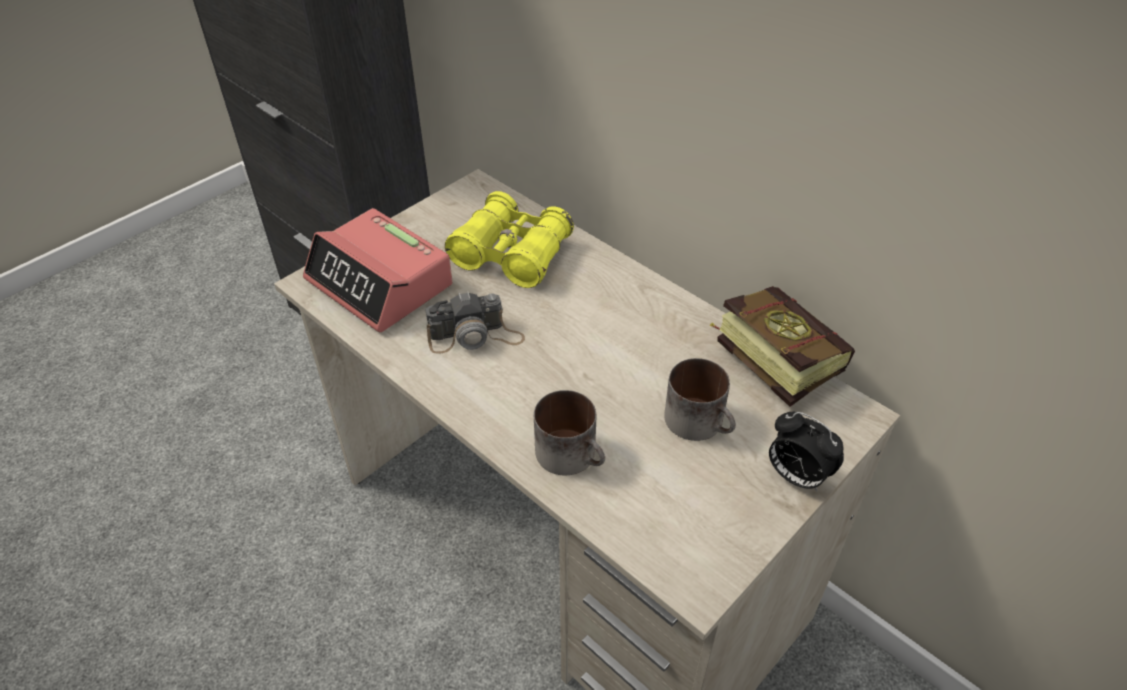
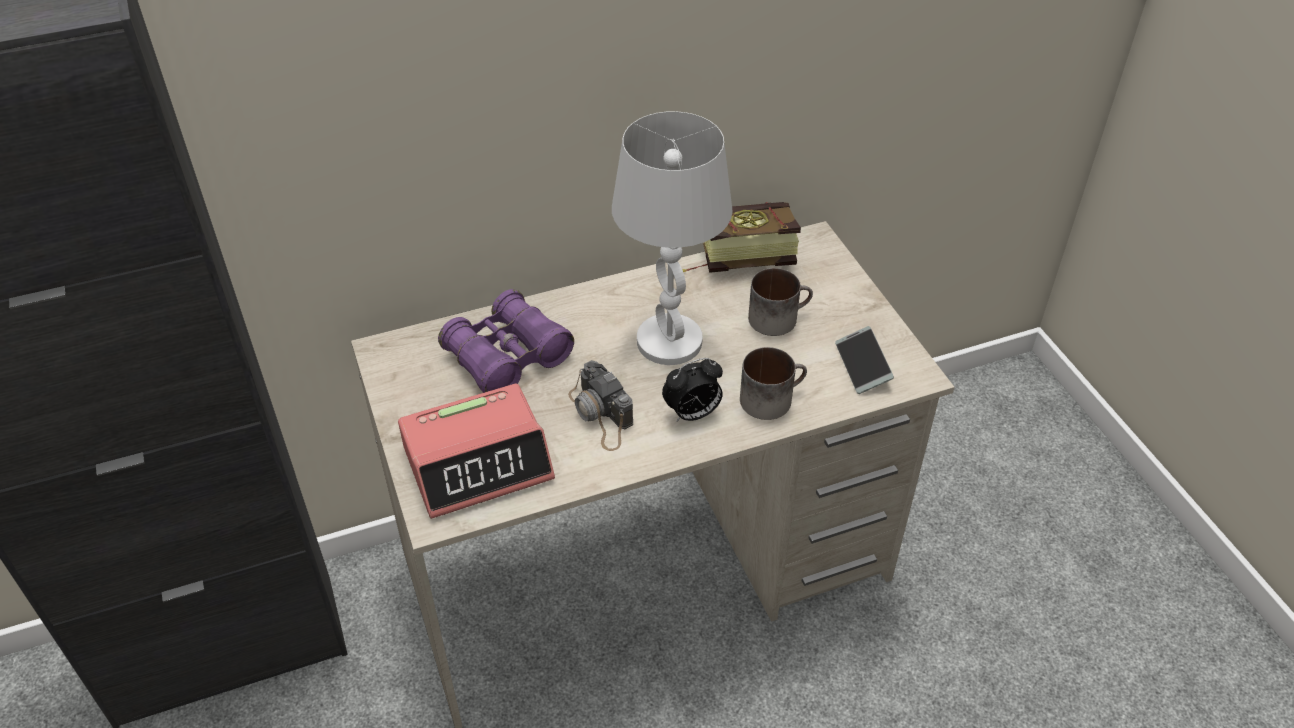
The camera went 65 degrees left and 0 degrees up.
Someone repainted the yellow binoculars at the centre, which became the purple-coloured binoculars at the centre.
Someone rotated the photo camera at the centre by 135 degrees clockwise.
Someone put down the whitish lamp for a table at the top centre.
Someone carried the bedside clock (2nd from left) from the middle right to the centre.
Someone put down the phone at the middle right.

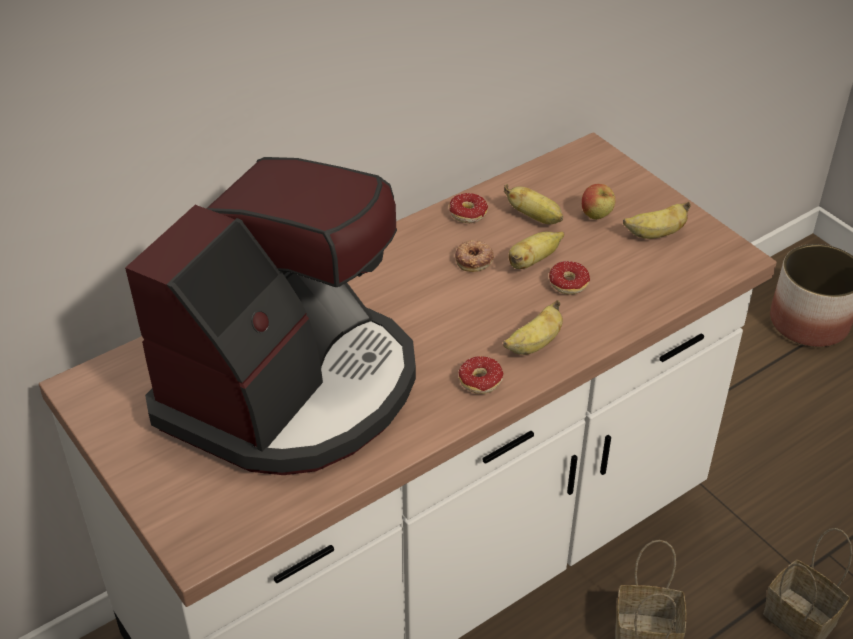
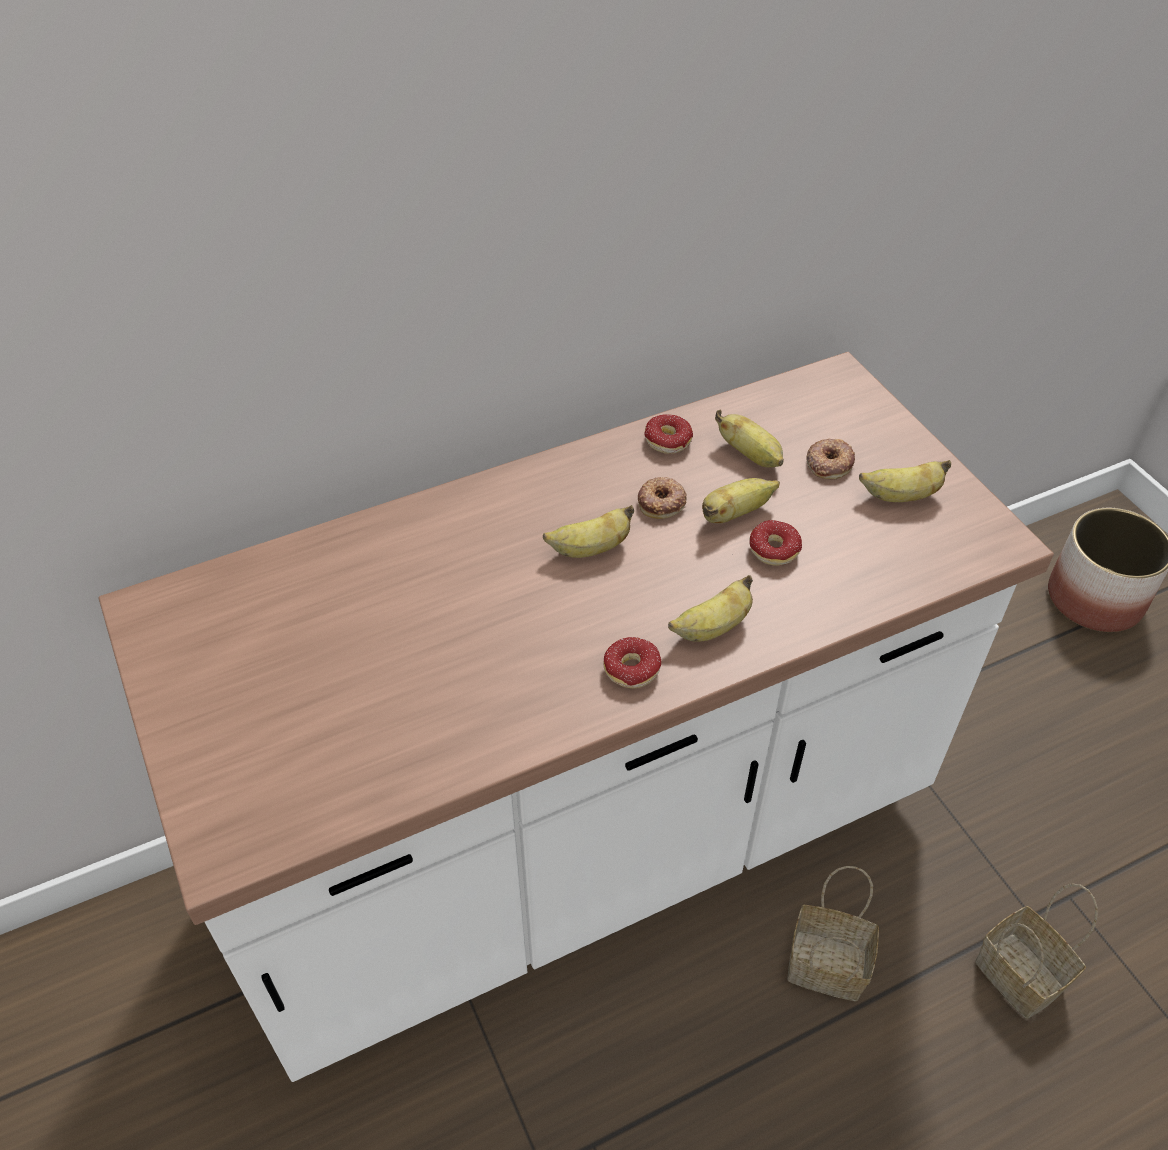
The camera went 10 degrees right and 5 degrees up.
Someone put down the whole banana (1st from left) at the centre.
Someone swapped the whole apple at the top right for the doughnut (5th from left) at the middle right.
Someone took away the coffee machine at the middle left.

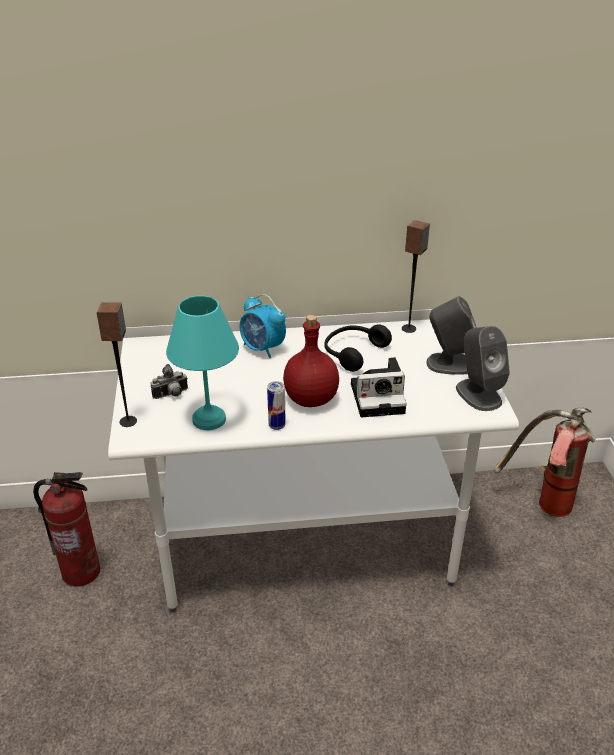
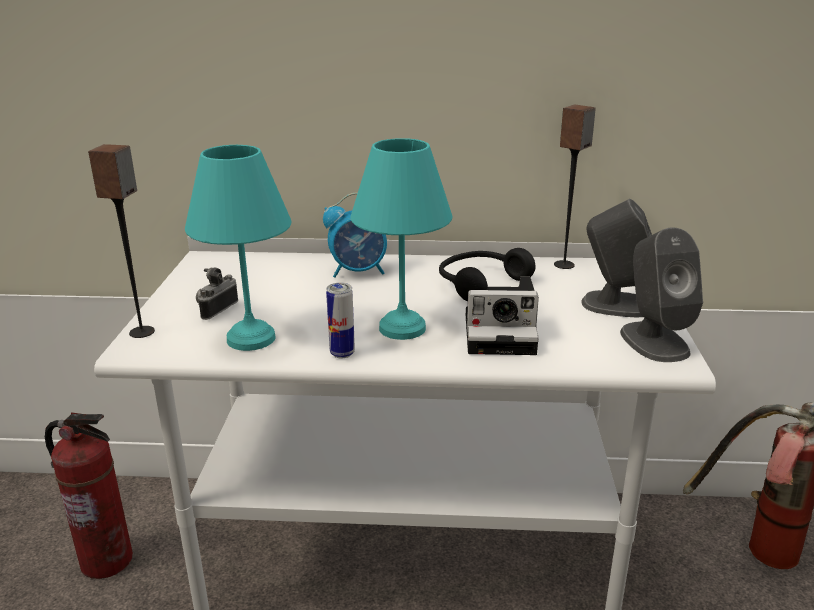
The camera went 10 degrees right and 10 degrees down.
Someone rotated the photo camera (1st from left) at the middle left by 135 degrees clockwise.
Someone rotated the bedside clock at the centre by 60 degrees counterclockwise.
Someone swapped the reddish beverage bottle at the centre for the turquoise lamp for a table (2nd from left) at the centre.

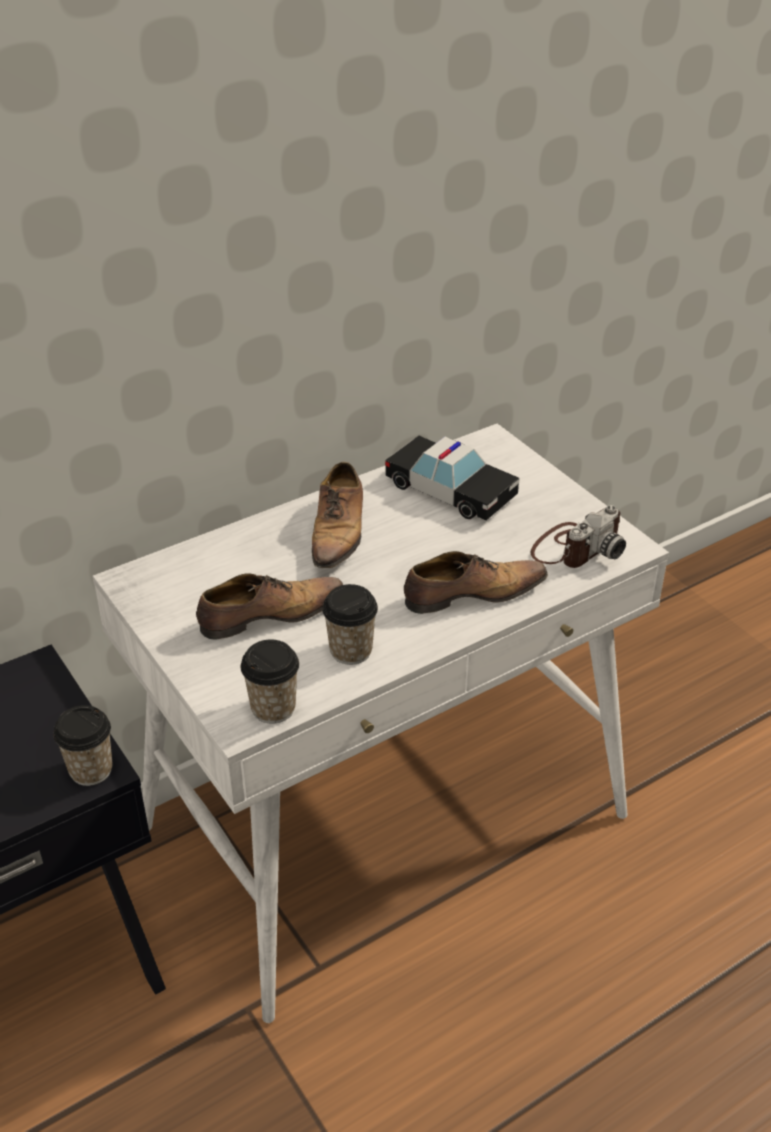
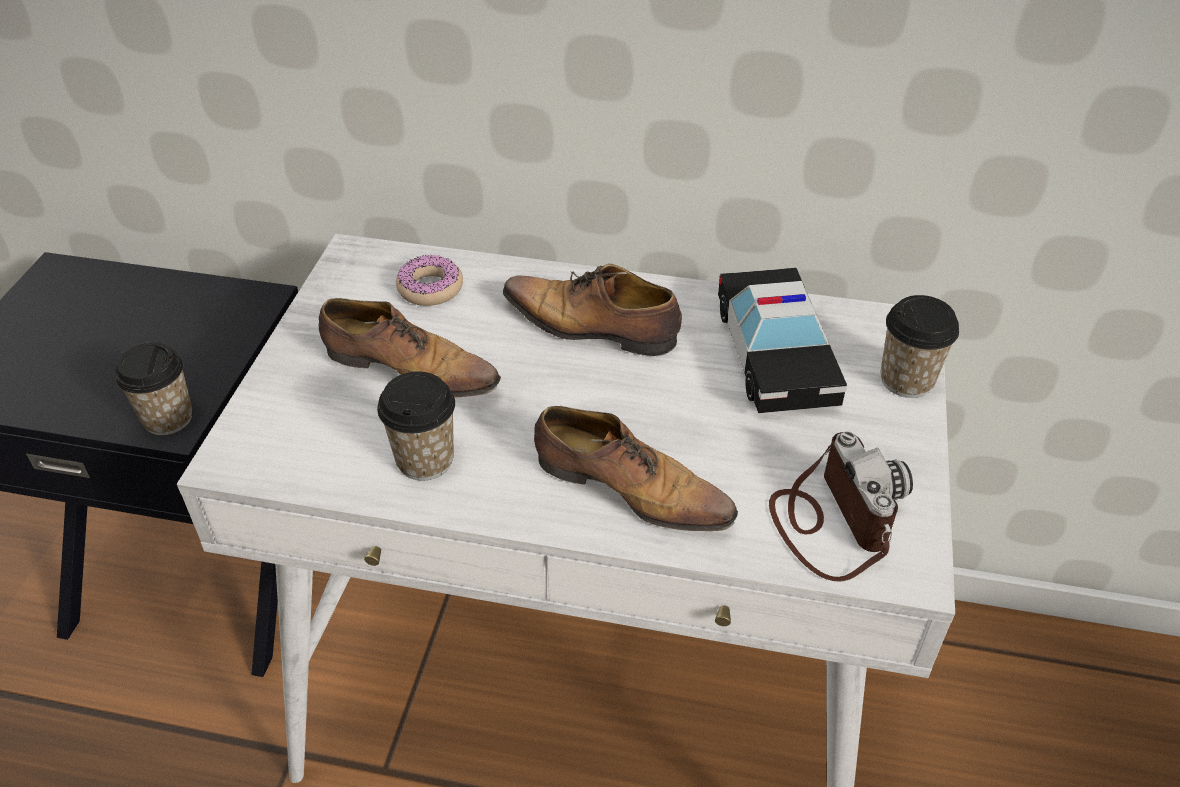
The camera went 45 degrees right and 5 degrees up.
Someone put down the doughnut at the centre.
Someone rotated the shoe (2nd from left) at the centre by 60 degrees clockwise.
Someone rotated the photo camera at the middle right by 105 degrees counterclockwise.
Someone carried the drinking cup (2nd from left in the first image) from the centre to the middle right.

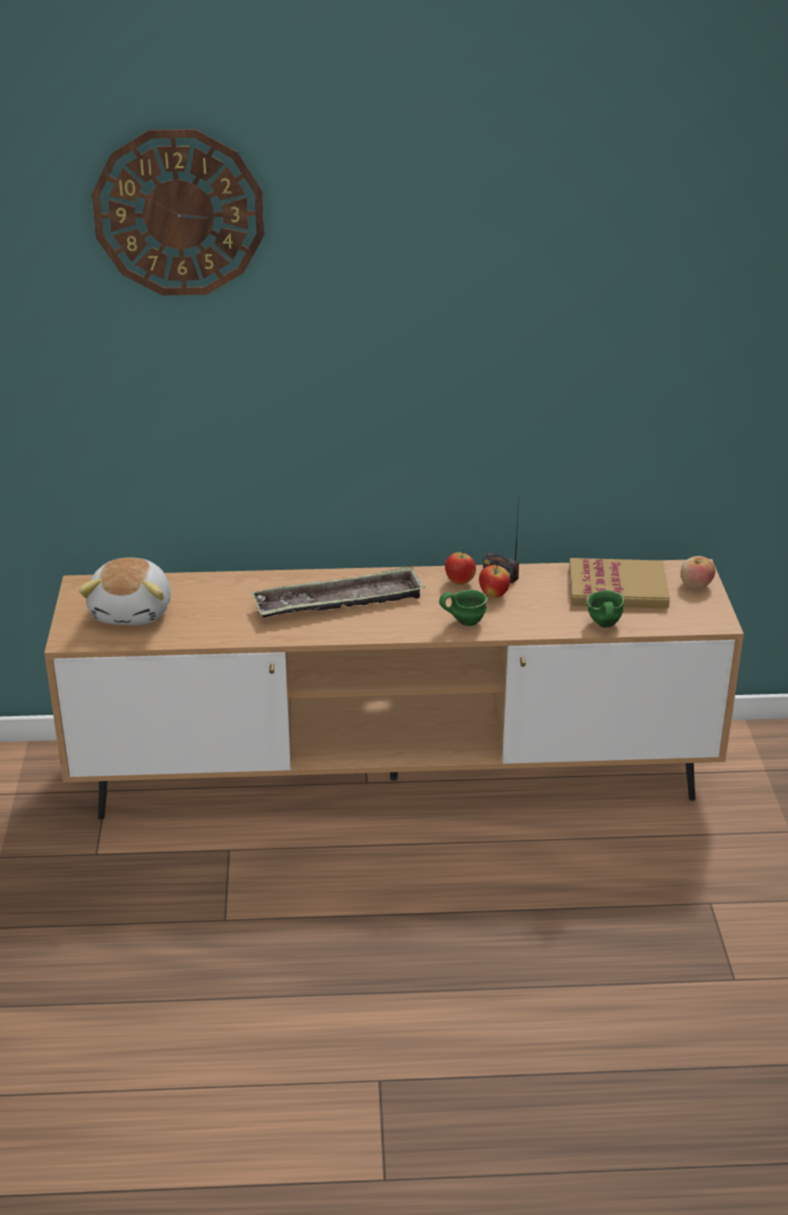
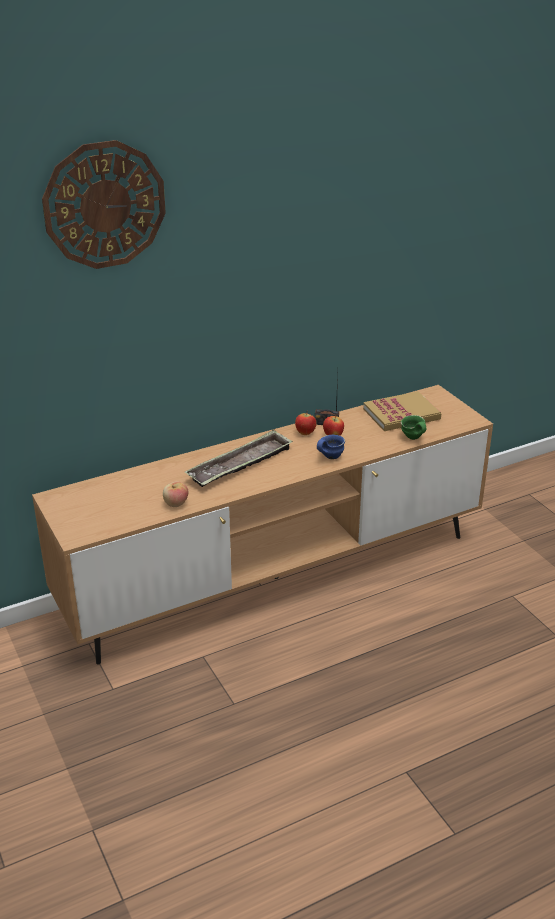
The camera went 25 degrees left and 0 degrees up.
Someone carried the whole apple (3rd from left in the first image) from the middle right to the middle left.
Someone repainted the green coffee mug (1st from left) at the centre, which became the blue-coloured coffee mug at the centre.
Someone took away the cuddly toy at the middle left.

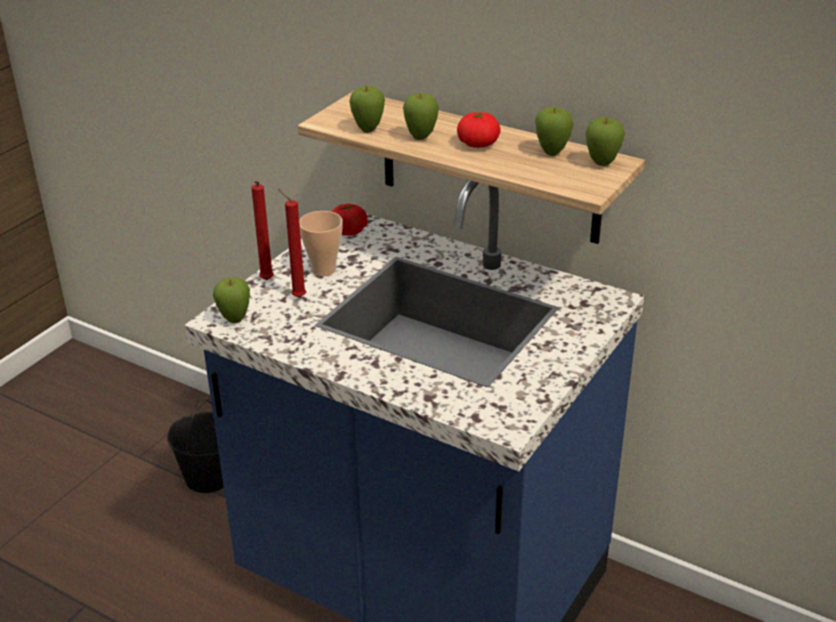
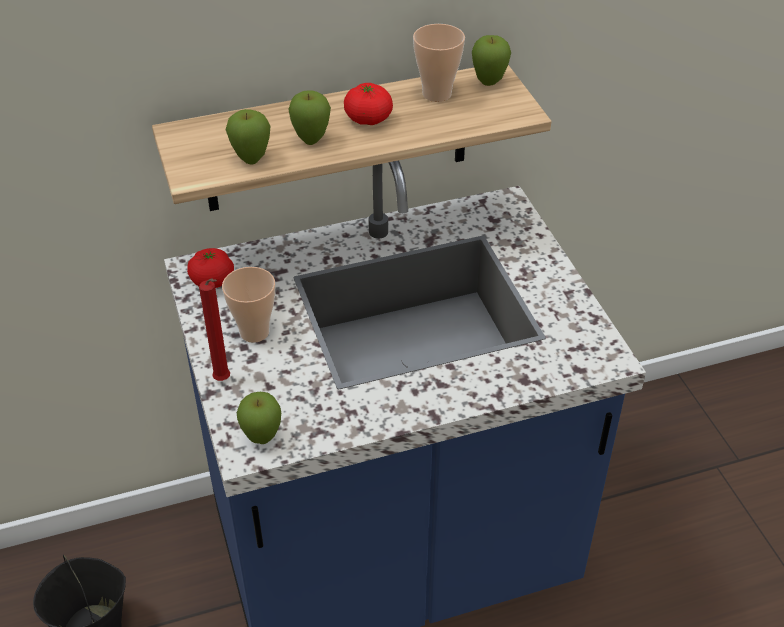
The camera went 50 degrees left and 10 degrees up.
Someone swapped the whole apple (4th from left) at the top centre for the drinking cup (2nd from left) at the top centre.
Someone took away the reddish wax candle (2nd from left) at the centre.

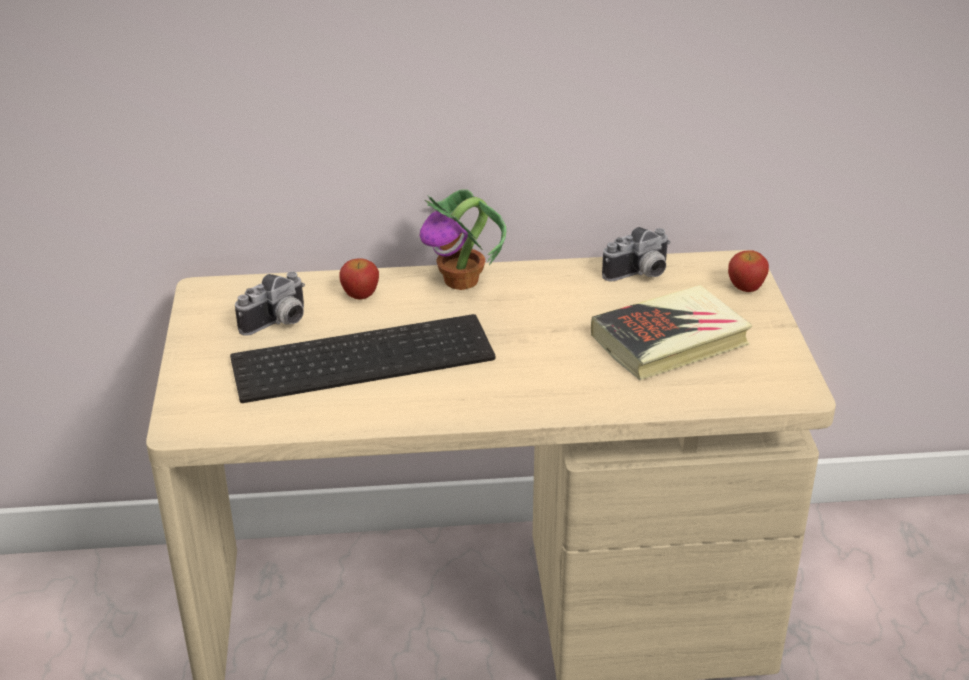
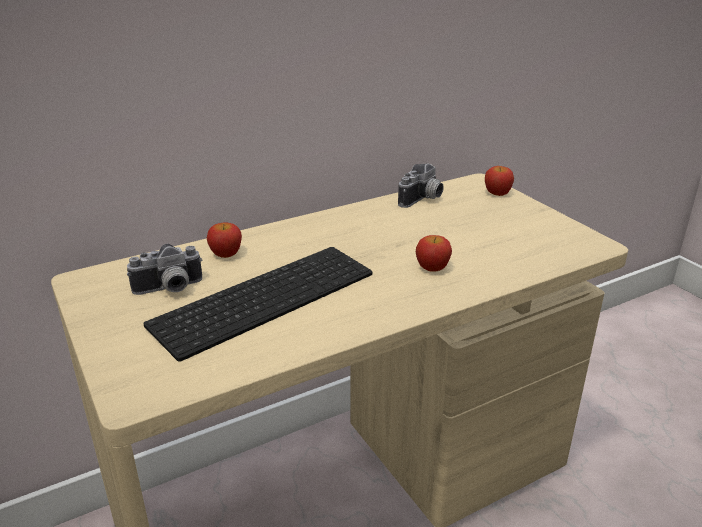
The camera went 25 degrees left and 5 degrees down.
Someone rotated the photo camera (1st from left) at the middle left by 45 degrees clockwise.
Someone put down the whole apple (2nd from left) at the centre.
Someone took away the potted plant at the centre.
Someone took away the volume at the middle right.

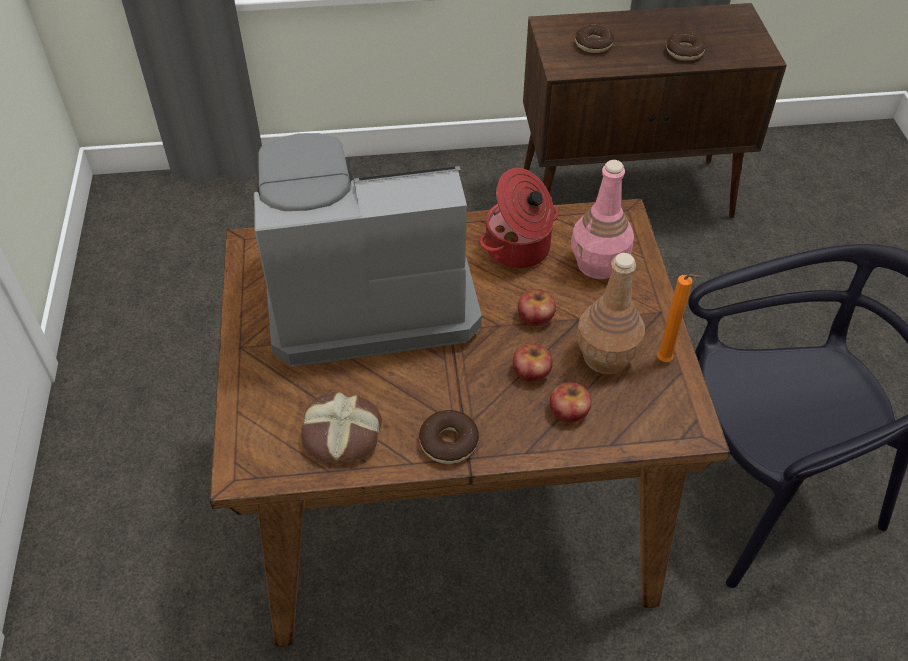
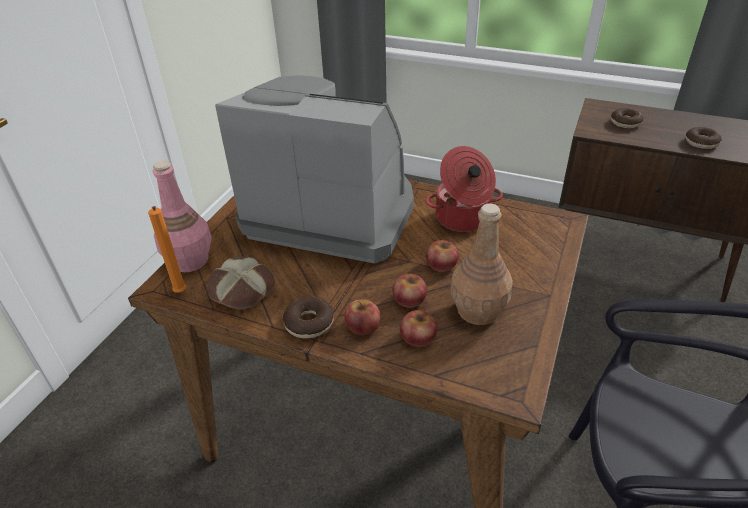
The camera went 30 degrees right and 10 degrees down.
Someone carried the orange-coloured wax candle from the middle right to the middle left.
Someone carried the pinkish beverage bottle from the top centre to the middle left.
Someone put down the whole apple (1st from left) at the centre.

